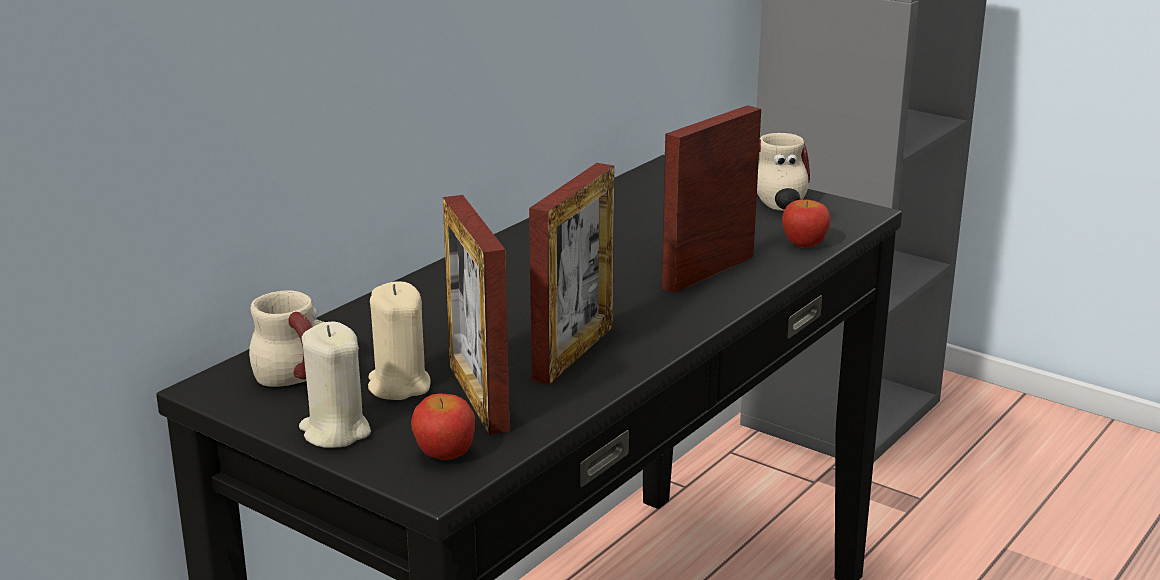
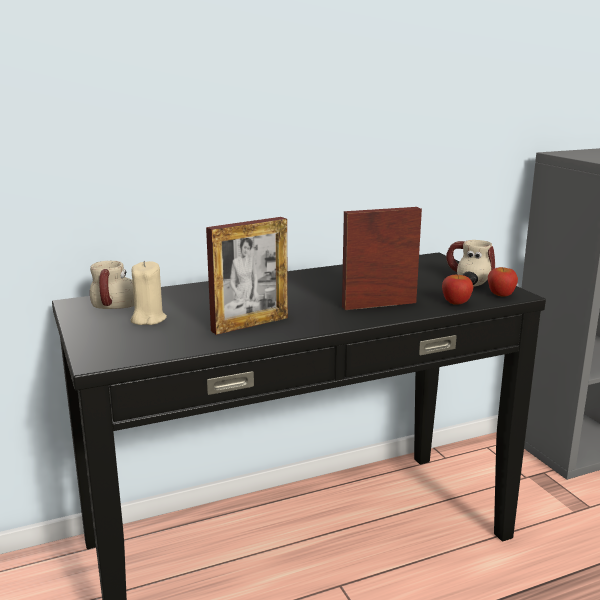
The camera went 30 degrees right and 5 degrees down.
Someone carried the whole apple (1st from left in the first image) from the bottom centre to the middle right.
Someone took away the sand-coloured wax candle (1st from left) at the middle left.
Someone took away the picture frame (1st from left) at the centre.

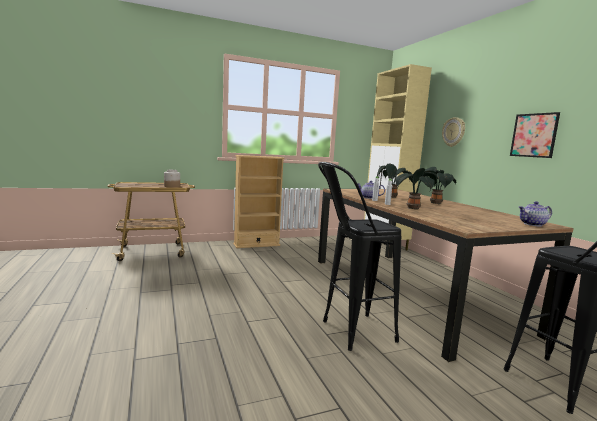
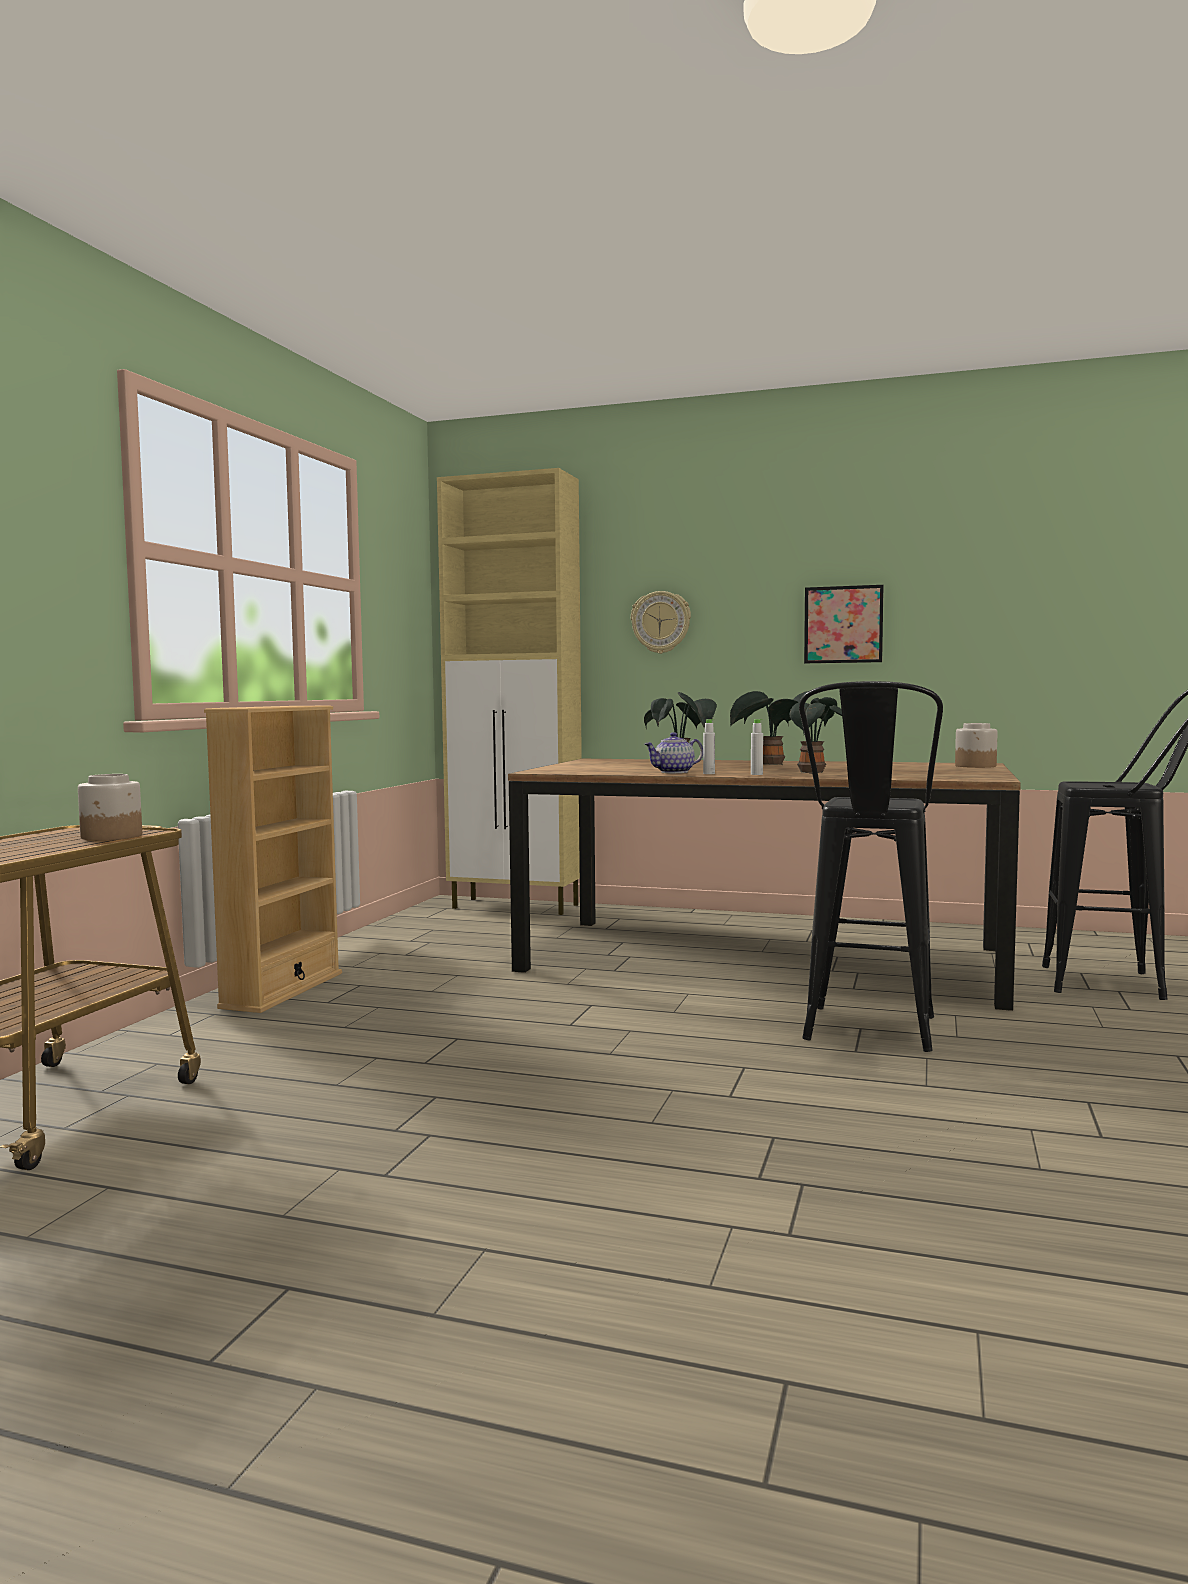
The camera went 50 degrees left and 5 degrees down.
Someone swapped the teapot (2nd from left) at the middle right for the preserve jar (2nd from left) at the middle right.

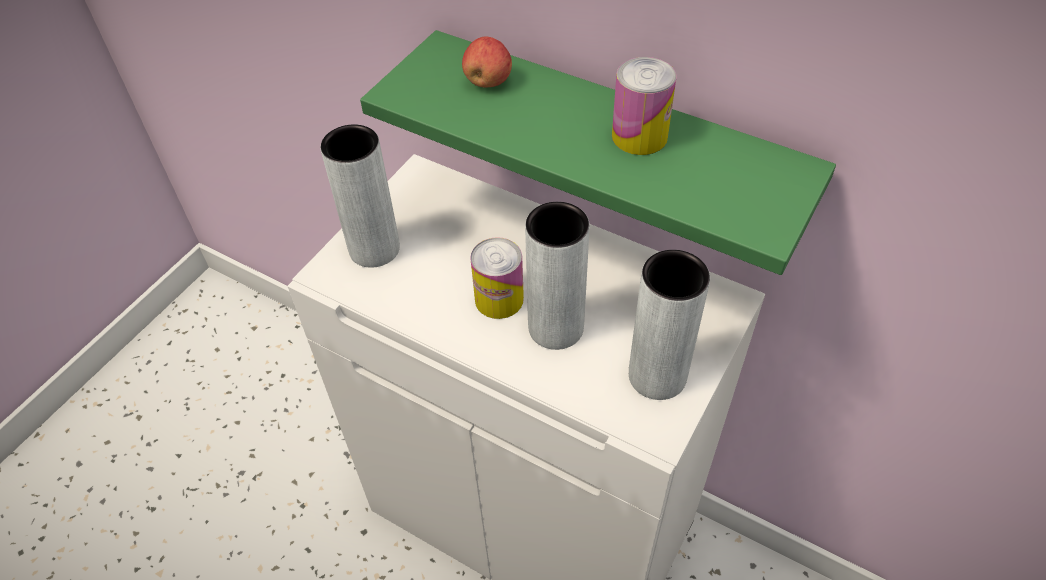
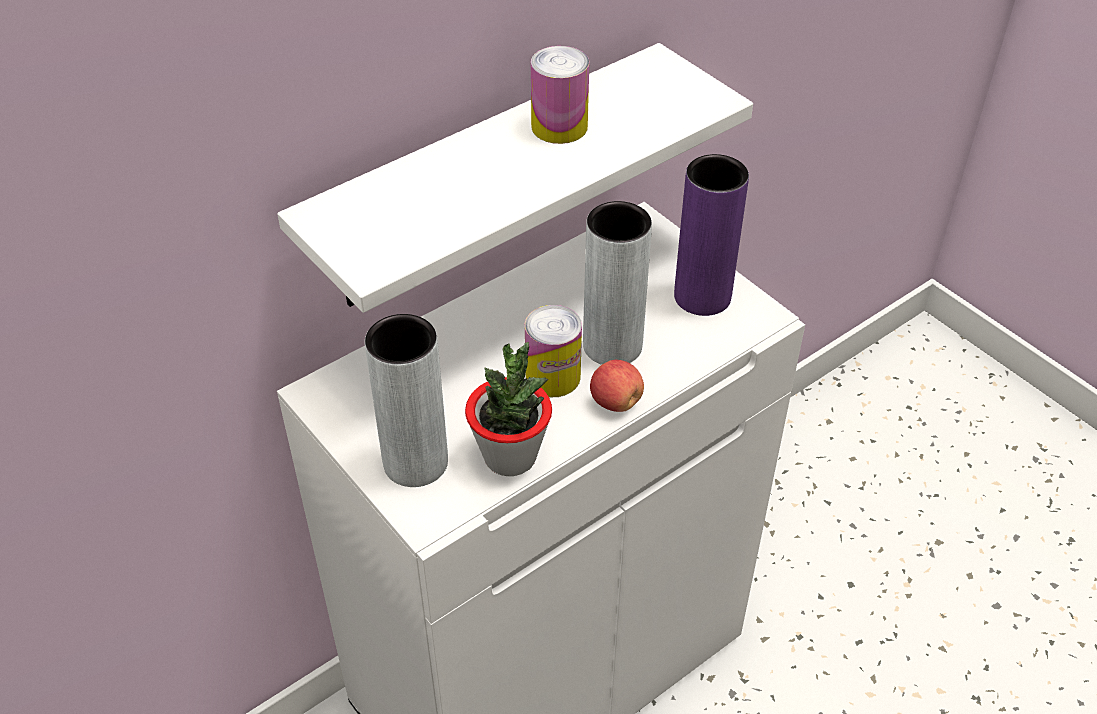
The camera went 70 degrees left and 5 degrees down.
Someone repainted the green shelf at the top centre, which became the whitish shelf at the top centre.
Someone put down the potted plant at the centre.
Someone carried the whole apple from the top centre to the centre.
Someone repainted the greyish vase (3rd from left) at the centre, which became the purple-coloured vase at the top centre.

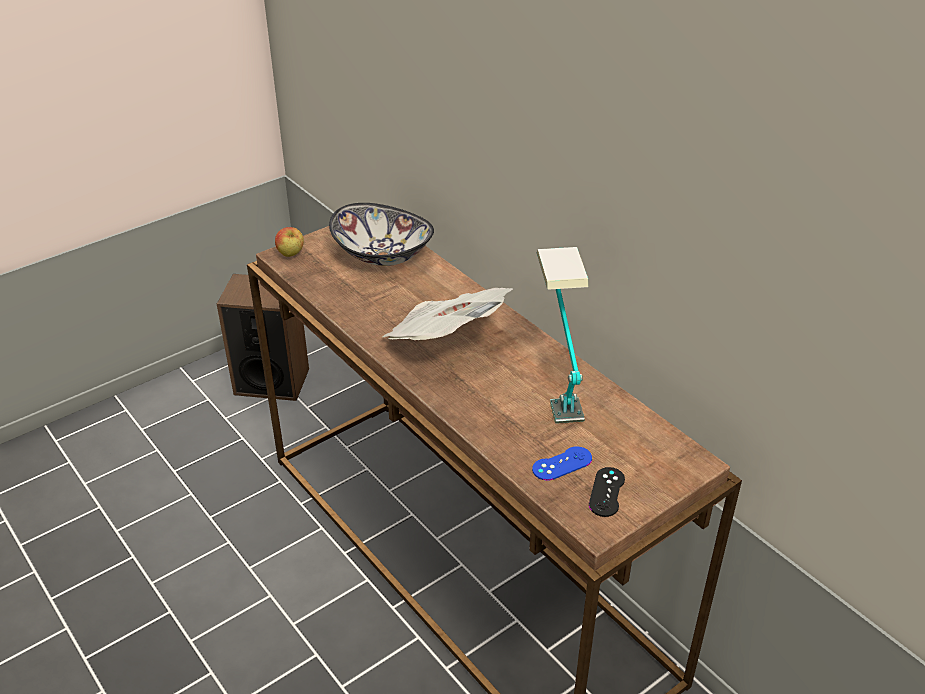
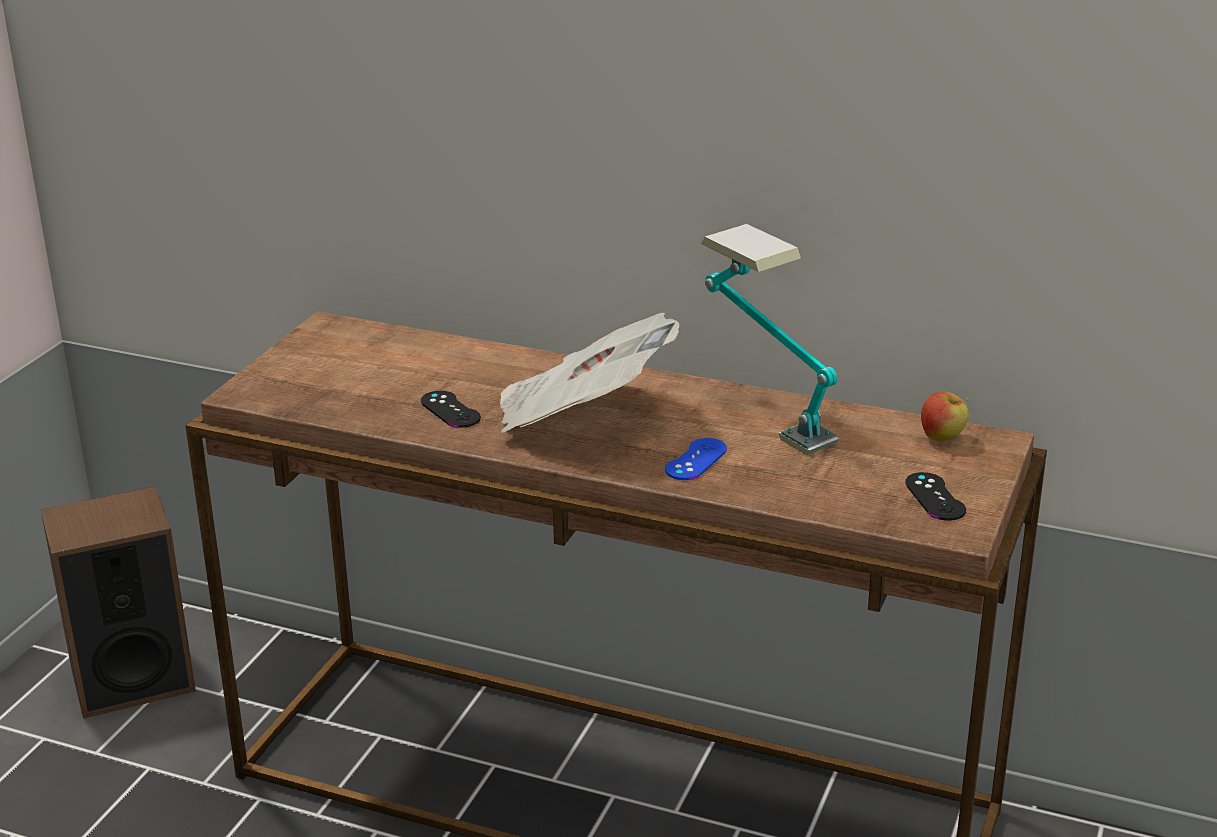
The camera went 30 degrees left and 10 degrees down.
Someone put down the black gamepad (1st from left) at the centre.
Someone carried the blue-coloured gamepad from the bottom centre to the centre.
Someone carried the whole apple from the middle left to the middle right.
Someone took away the bowl at the centre.

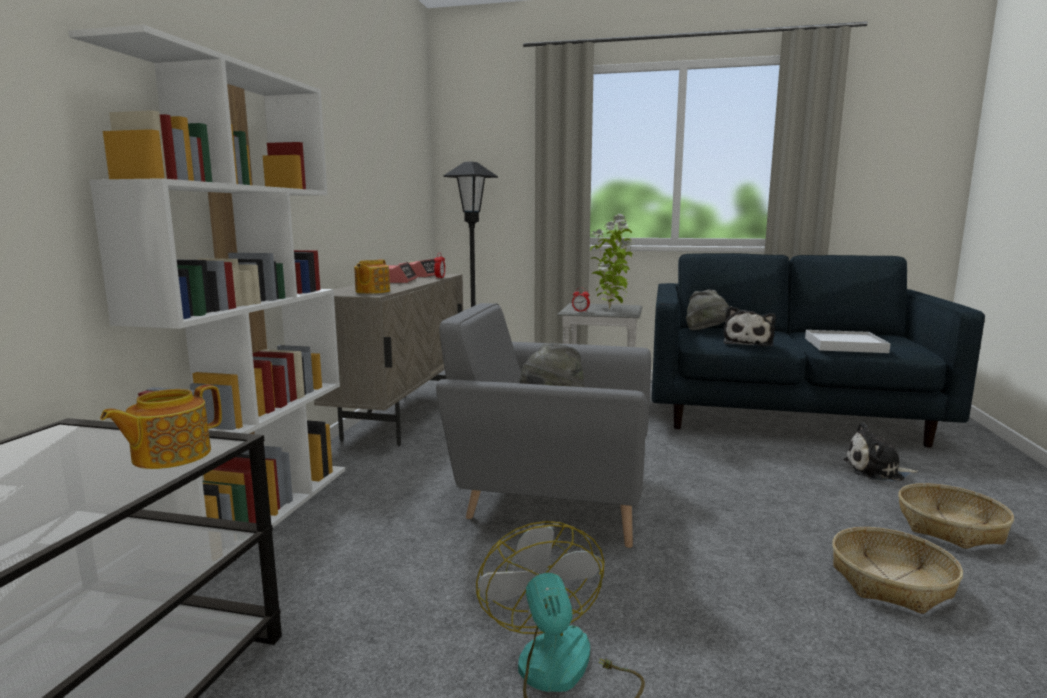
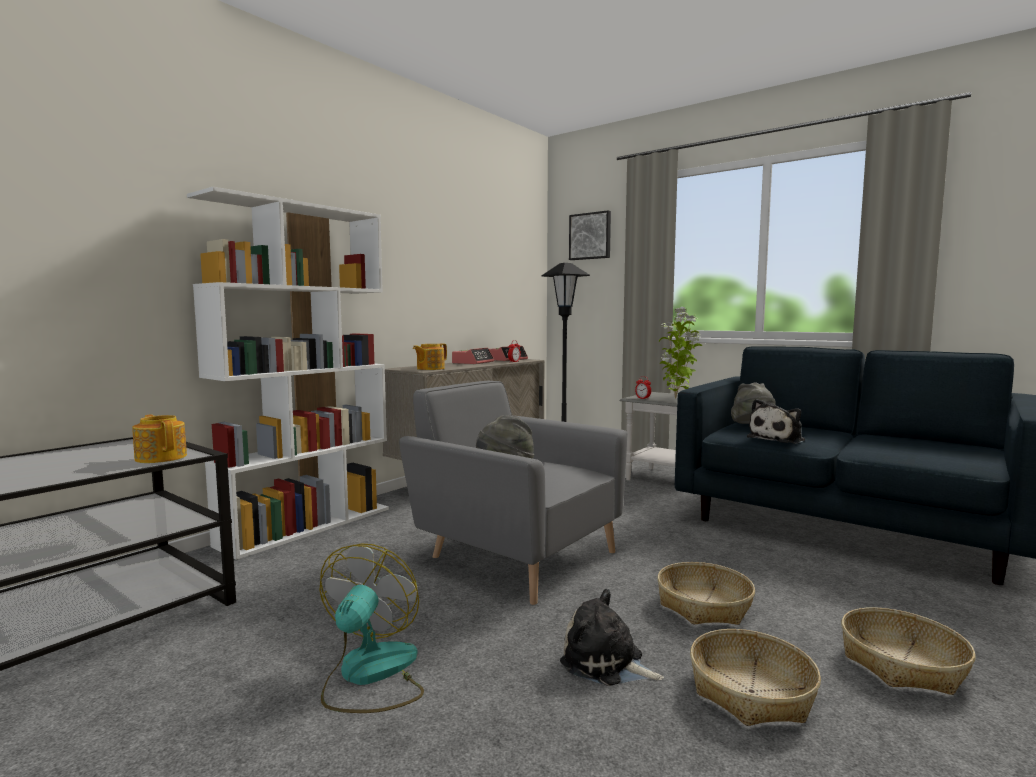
The camera went 25 degrees right and 5 degrees down.
Someone rotated the teapot (1st from left) at the middle left by 75 degrees clockwise.
Someone carried the cuddly toy (2nd from left in the first image) from the middle right to the bottom centre.
Someone put up the wall art at the top centre.
Someone put down the storage basket (1st from left) at the bottom right.
Someone took away the whitish serving tray at the middle right.

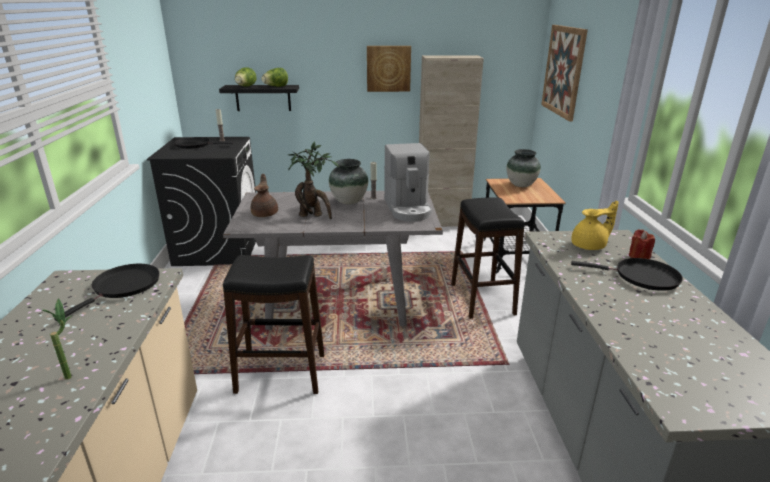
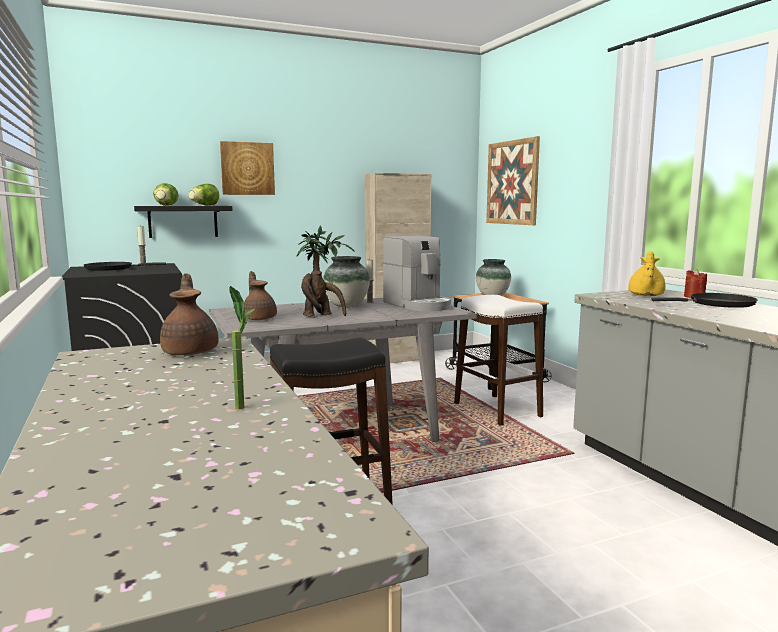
The camera went 20 degrees left and 15 degrees down.
Someone swapped the black skillet (1st from left) at the middle left for the brownish teapot (1st from left) at the middle left.
Someone carried the wall art (1st from left) from the top centre to the top left.
Someone repainted the black sitting stool (2nd from left) at the centre, which became the whitish sitting stool at the centre.
Someone rotated the yellow teapot at the middle right by 150 degrees clockwise.

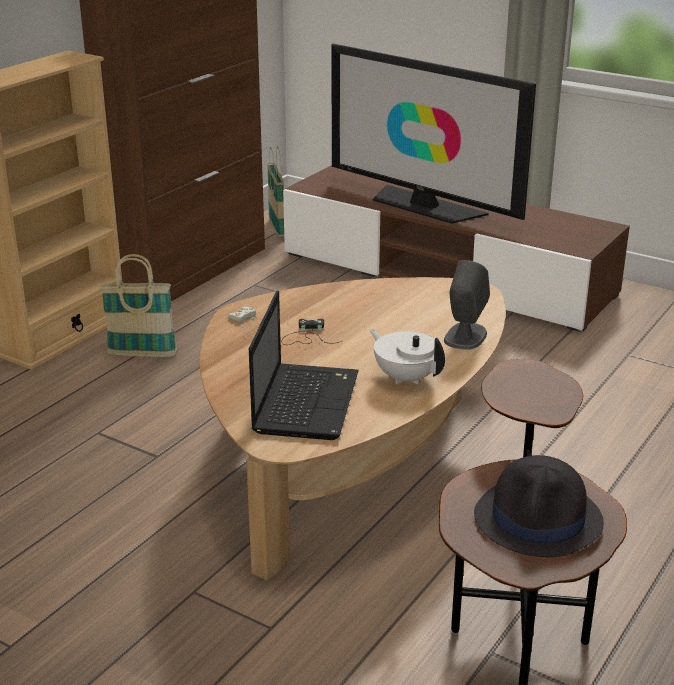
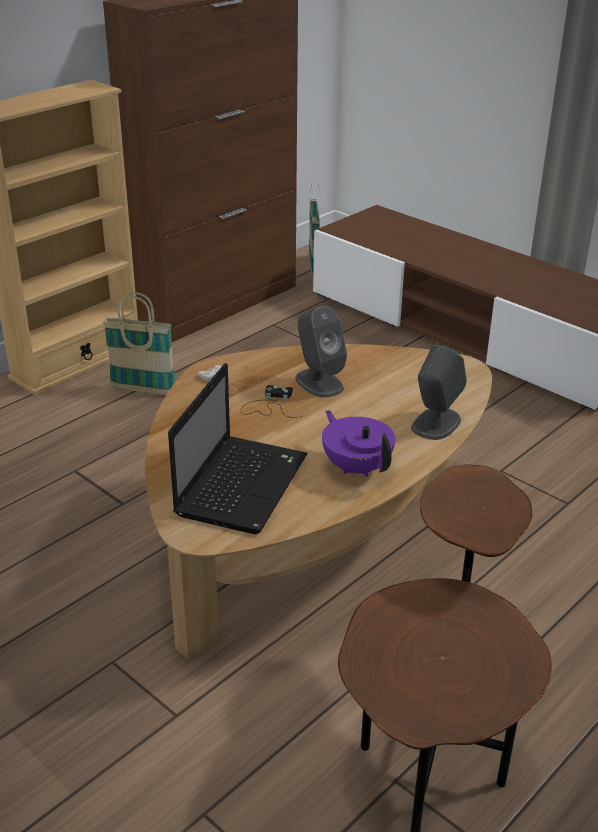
The camera went 10 degrees right and 5 degrees up.
Someone put down the greyish loudspeaker (1st from left) at the centre.
Someone repainted the whitish teapot at the centre, which became the purple-coloured teapot at the centre.
Someone took away the TV set at the top centre.
Someone took away the black hat at the bottom right.

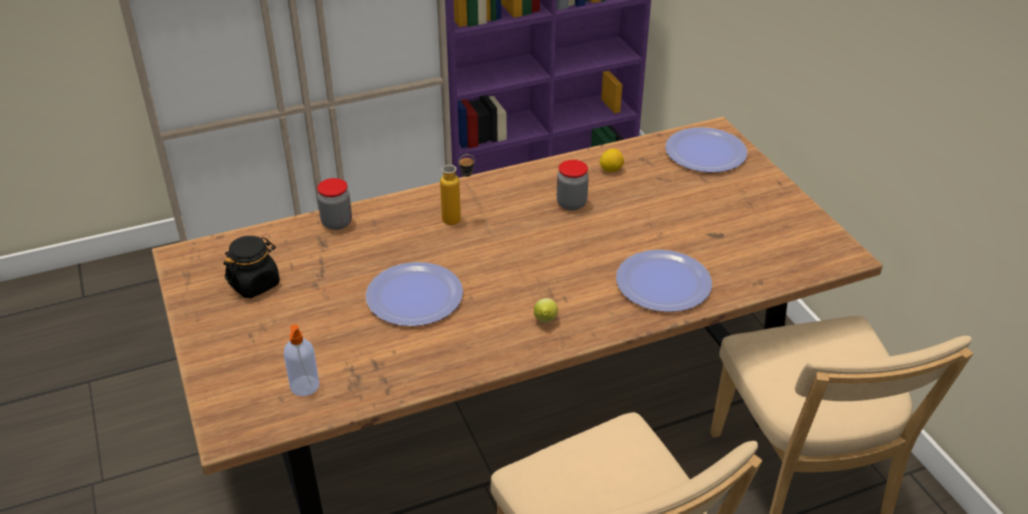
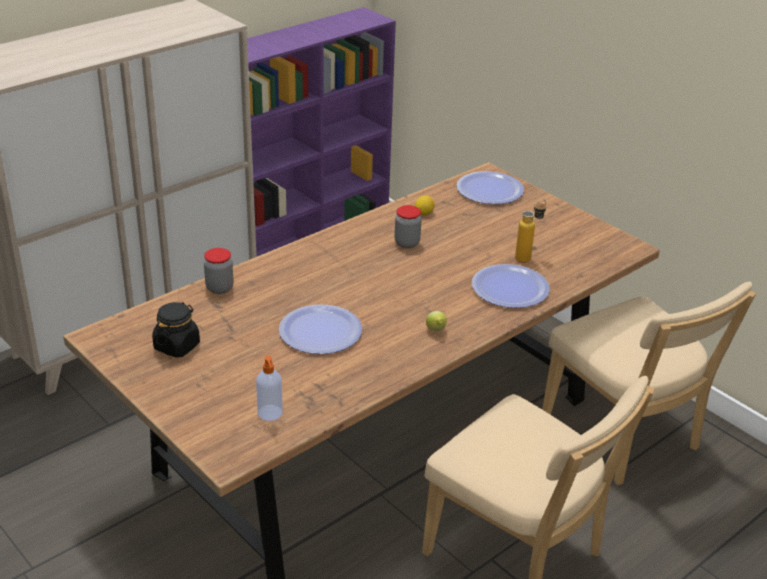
The camera went 20 degrees left and 5 degrees down.
Someone carried the beverage bottle from the centre to the middle right.

